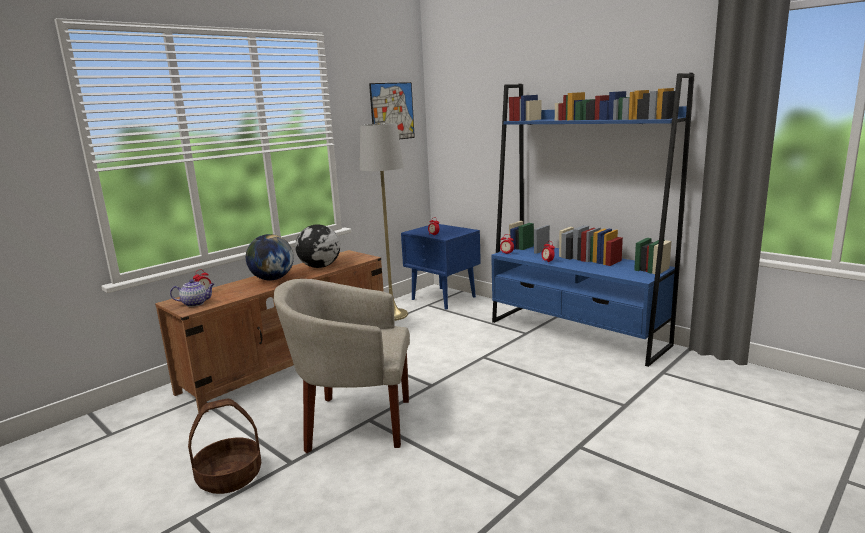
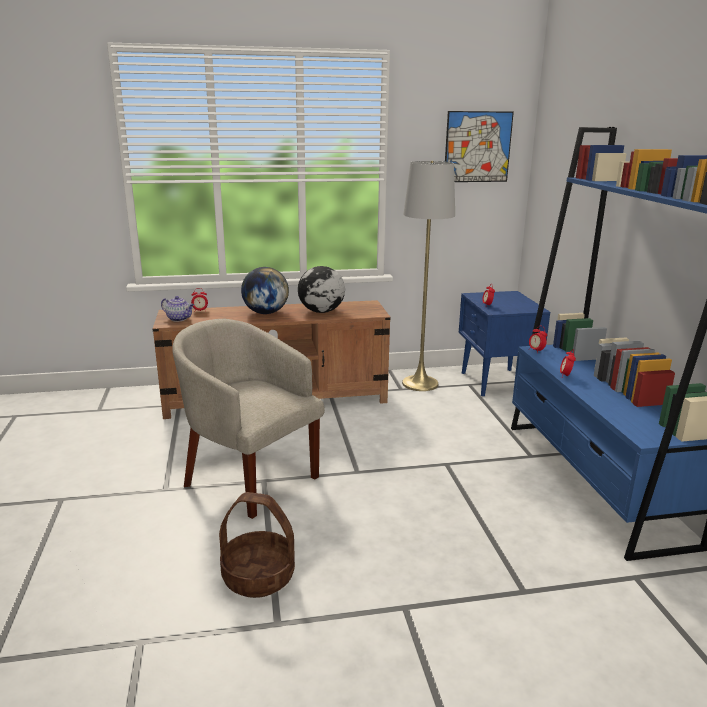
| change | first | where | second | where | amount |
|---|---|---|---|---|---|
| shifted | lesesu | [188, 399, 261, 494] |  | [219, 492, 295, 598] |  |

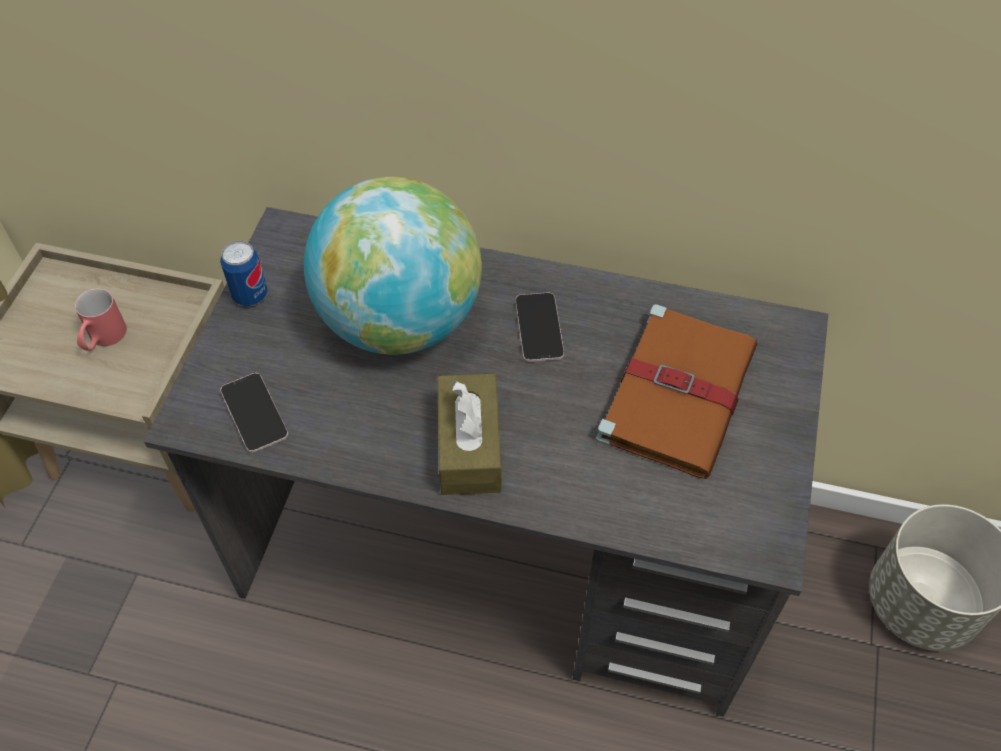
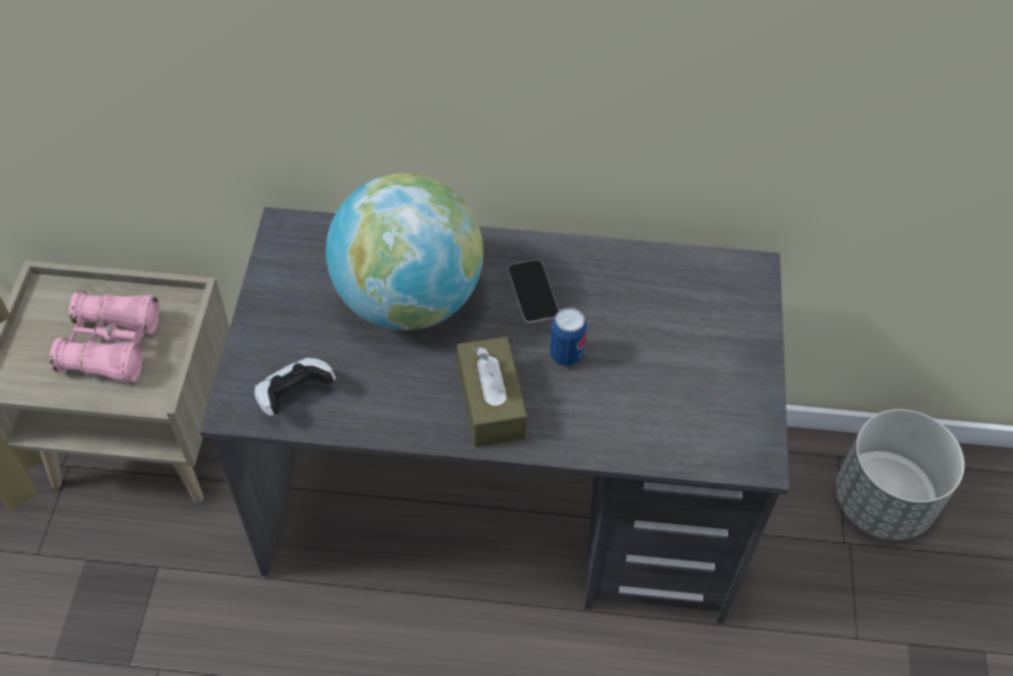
| change | first | where | second | where | amount |
|---|---|---|---|---|---|
| shifted | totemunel | [220, 241, 267, 306] |  | [550, 307, 587, 366] |  |
| swapped | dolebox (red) | [75, 288, 127, 351] | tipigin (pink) | [50, 290, 159, 383] |  |
| gone | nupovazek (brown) | [596, 304, 757, 479] |  |  |  |
| swapped | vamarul | [220, 373, 288, 453] | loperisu | [254, 358, 336, 416] |  |

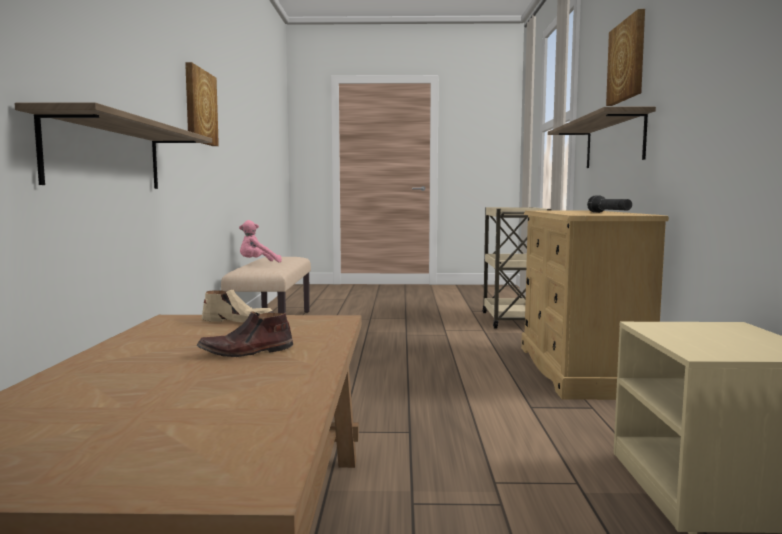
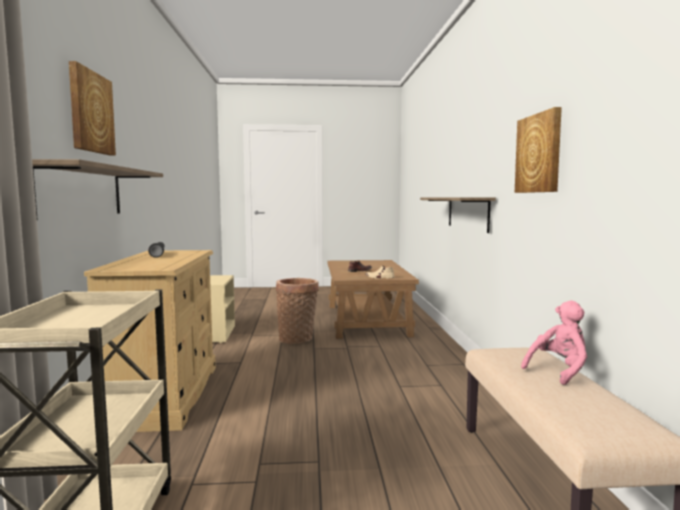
| change | first | where | second | where | amount |
|---|---|---|---|---|---|
| new |  |  | lesesu | [276, 278, 319, 344] |  |

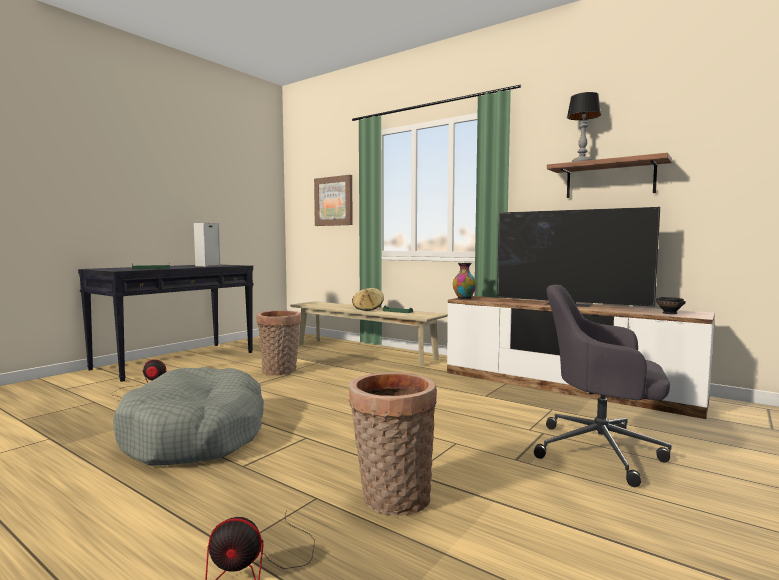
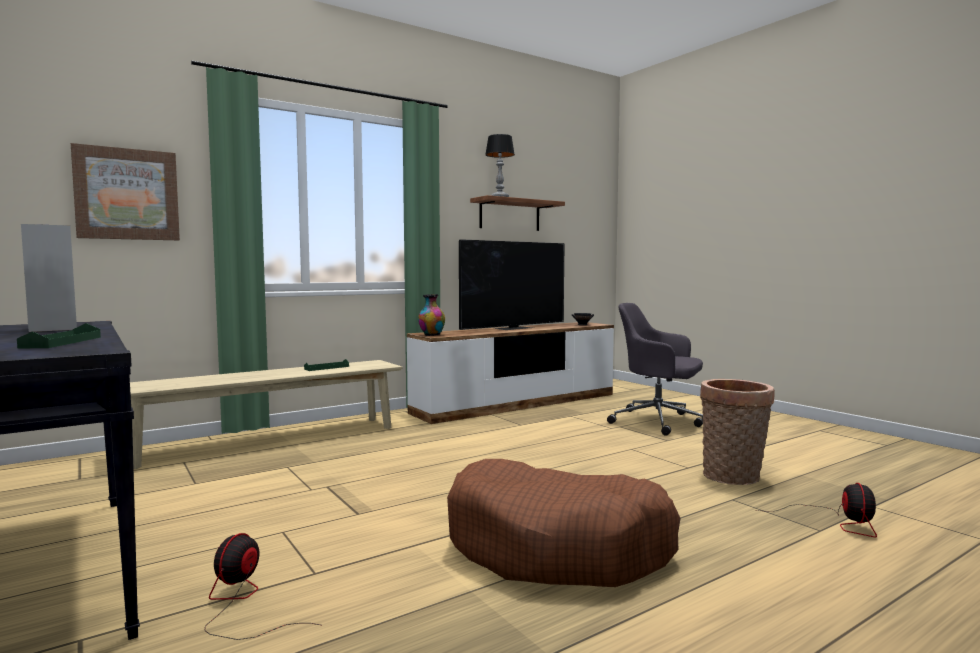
| change | first | where | second | where | amount |
|---|---|---|---|---|---|
| rotated | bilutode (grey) | [534, 285, 671, 487] |  | [607, 303, 703, 436] | 75 degrees clockwise |
| gone | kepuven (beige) | [352, 288, 384, 311] |  |  |  |
| gone | lesesu | [257, 311, 301, 376] |  |  |  |
| repainted | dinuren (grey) | [113, 367, 264, 466] | dinuren (brown) | [447, 459, 681, 587] |  |

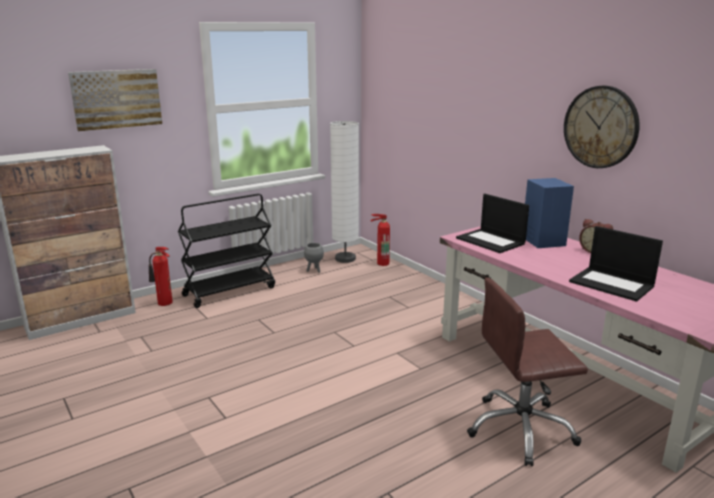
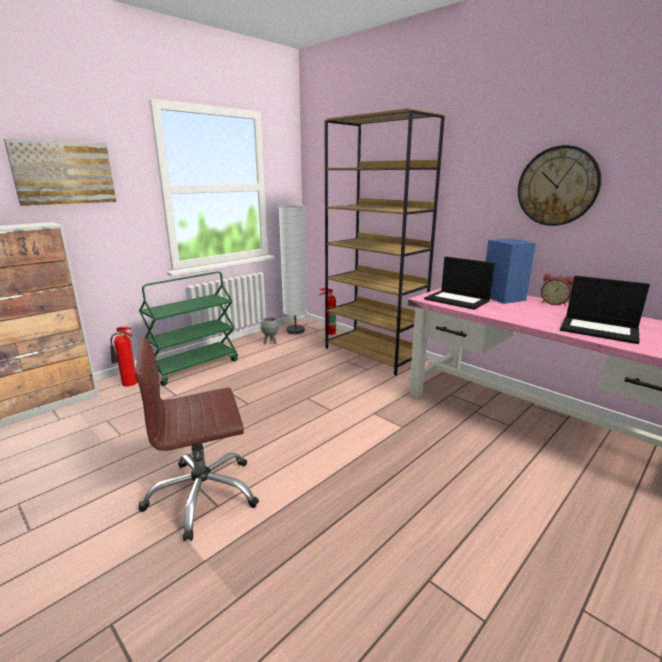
| change | first | where | second | where | amount |
|---|---|---|---|---|---|
| repainted | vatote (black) | [178, 194, 275, 308] | vatote (green) | [139, 271, 238, 386] |  |
| shifted | bilutode (brown) | [467, 277, 588, 466] |  | [135, 337, 259, 541] |  |
| new |  |  | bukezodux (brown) | [324, 108, 445, 375] |  |

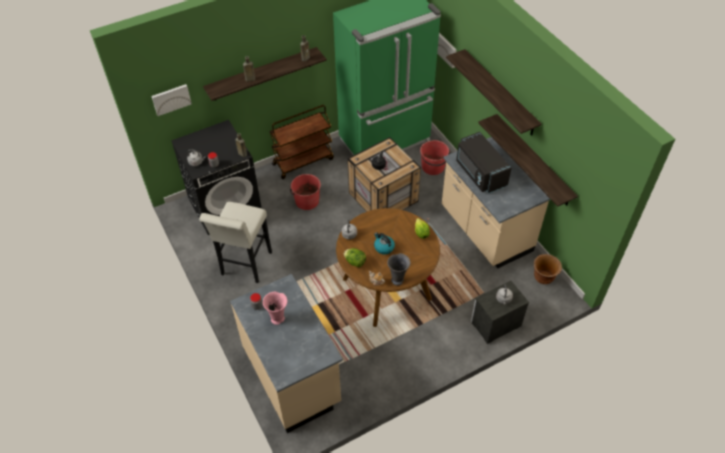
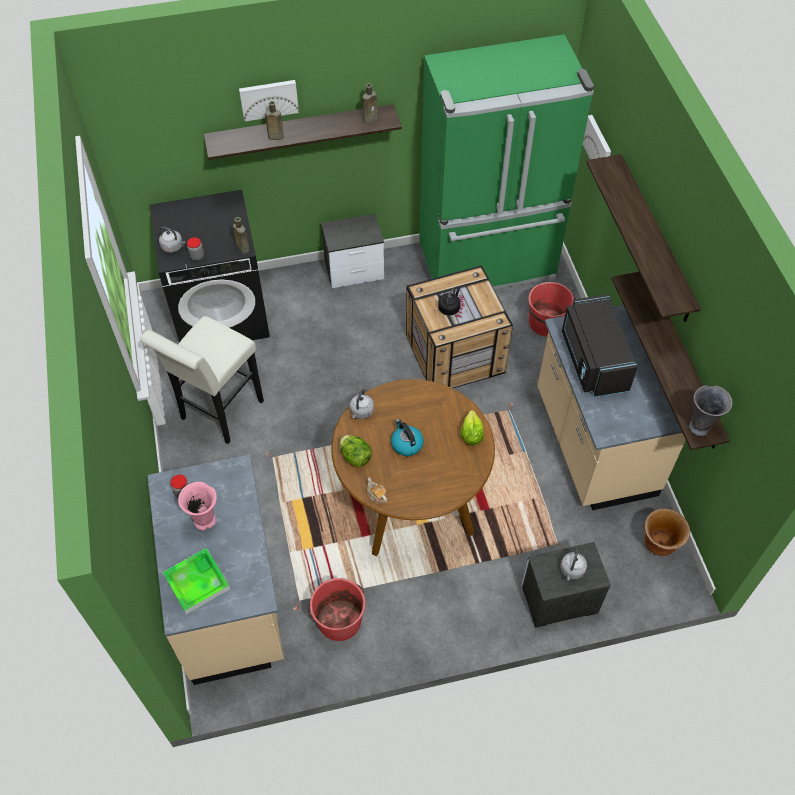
| change | first | where | second | where | amount |
|---|---|---|---|---|---|
| shifted | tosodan | [151, 84, 192, 116] |  | [239, 80, 299, 122] |  |
| swapped | vatote (brown) | [269, 105, 334, 179] | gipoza | [321, 214, 384, 288] |  |
| shifted | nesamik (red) | [290, 174, 321, 210] |  | [308, 578, 365, 641] |  |
| shifted | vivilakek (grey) | [387, 253, 411, 286] |  | [689, 385, 732, 436] |  |
| new |  |  | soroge | [163, 548, 230, 615] |  |

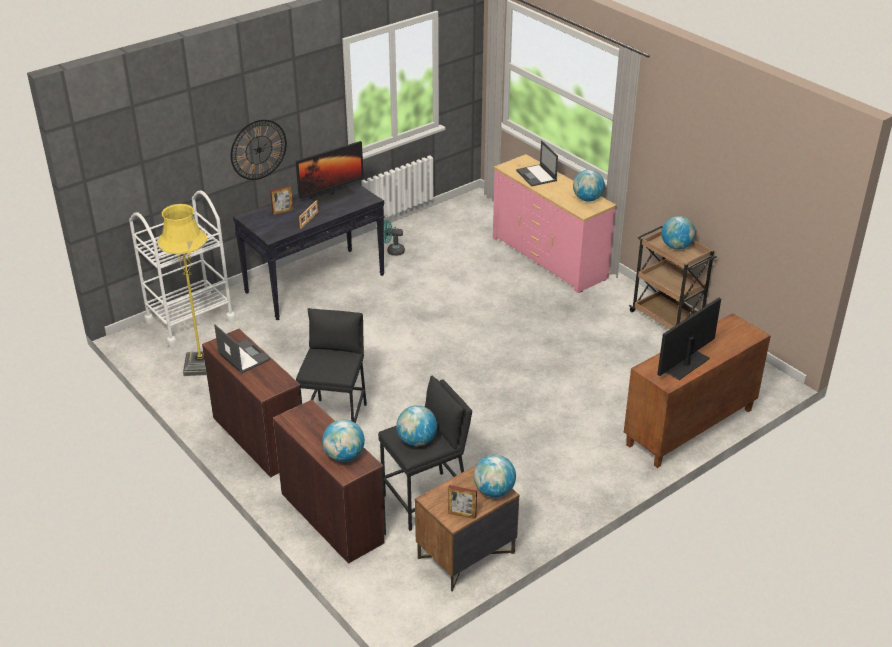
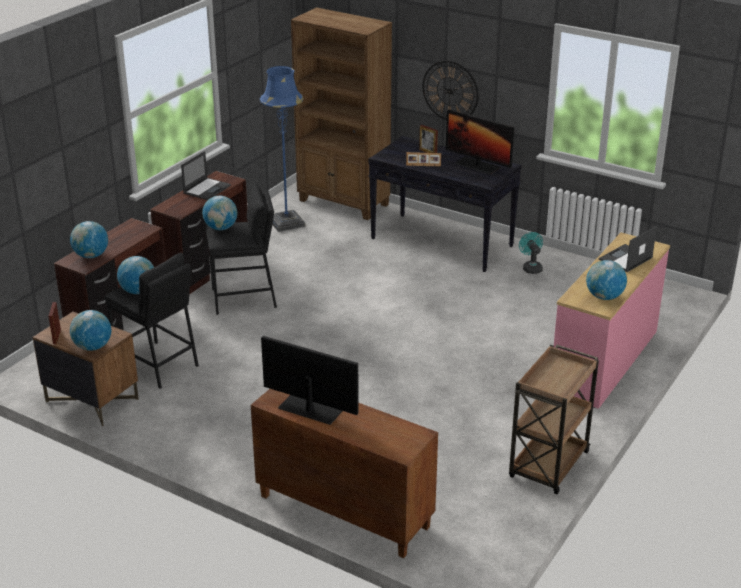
| change | first | where | second | where | amount |
|---|---|---|---|---|---|
| swapped | vatote (white) | [129, 191, 236, 347] | bukezodux (brown) | [291, 7, 392, 220] |  |
| repainted | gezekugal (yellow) | [157, 203, 207, 376] | gezekugal (blue) | [260, 66, 305, 232] |  |
| shifted | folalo | [661, 216, 695, 250] |  | [202, 196, 237, 230] |  |

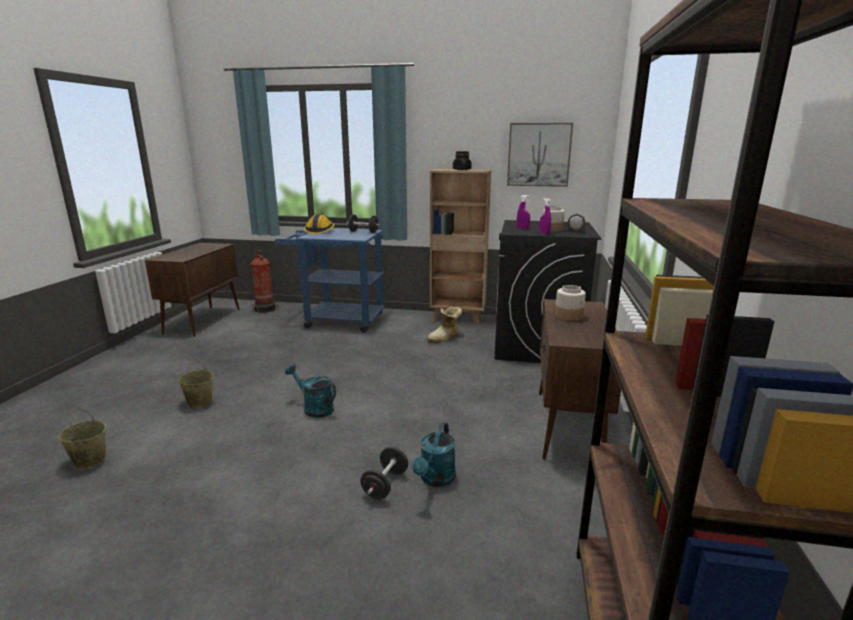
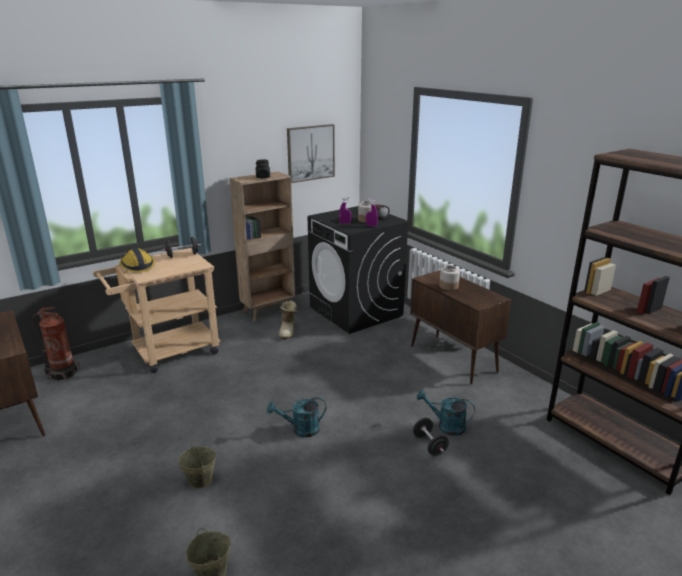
| change | first | where | second | where | amount |
|---|---|---|---|---|---|
| repainted | vatote (blue) | [275, 228, 385, 332] | vatote (beige) | [93, 248, 221, 373] |  |
| rotated | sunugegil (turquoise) | [412, 422, 456, 487] |  | [417, 390, 475, 436] | 135 degrees clockwise |

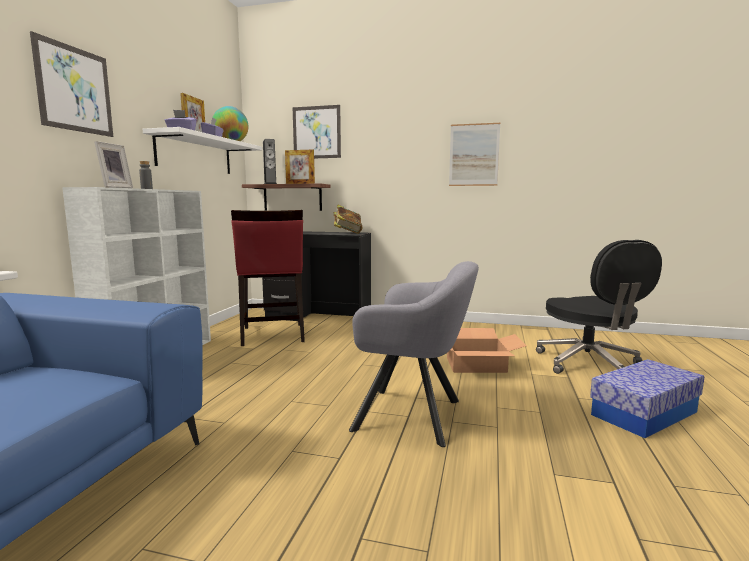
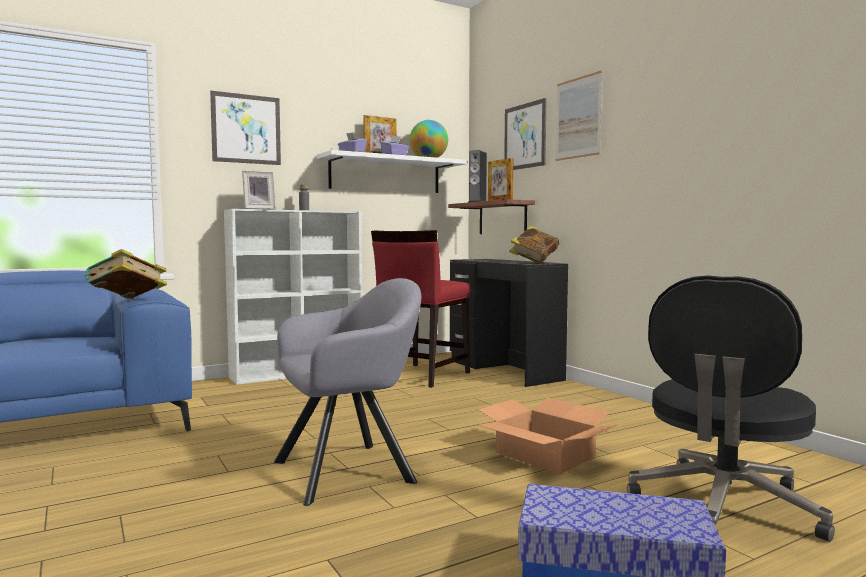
| change | first | where | second | where | amount |
|---|---|---|---|---|---|
| shifted | tosodan | [449, 123, 500, 186] |  | [556, 70, 603, 161] |  |
| rotated | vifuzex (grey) | [349, 261, 479, 447] |  | [274, 278, 421, 506] | 90 degrees counterclockwise |
| new |  |  | nupovazek | [85, 249, 167, 299] |  |

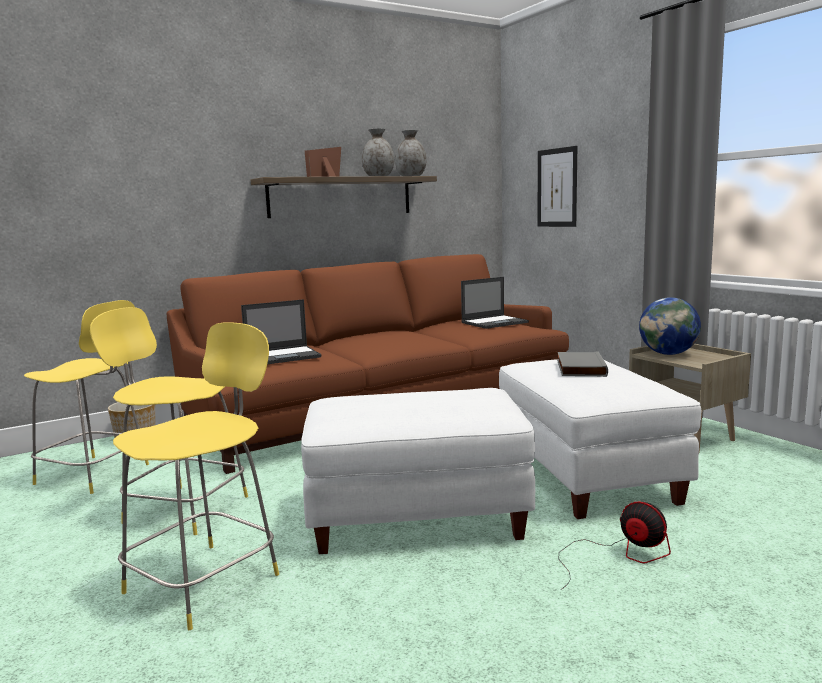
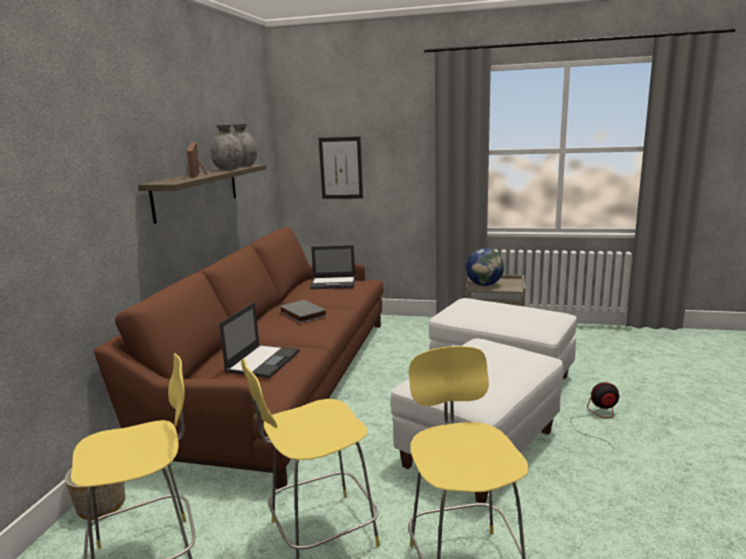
| change | first | where | second | where | amount |
|---|---|---|---|---|---|
| rotated | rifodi | [461, 277, 529, 329] |  | [310, 245, 355, 289] | 75 degrees clockwise |
| shifted | nupovazek (grey) | [557, 352, 608, 377] |  | [280, 299, 326, 323] |  |

